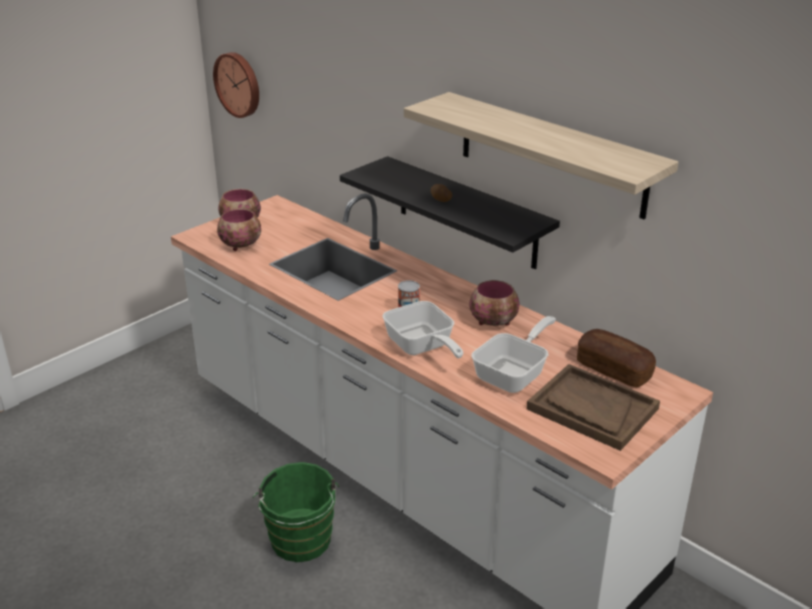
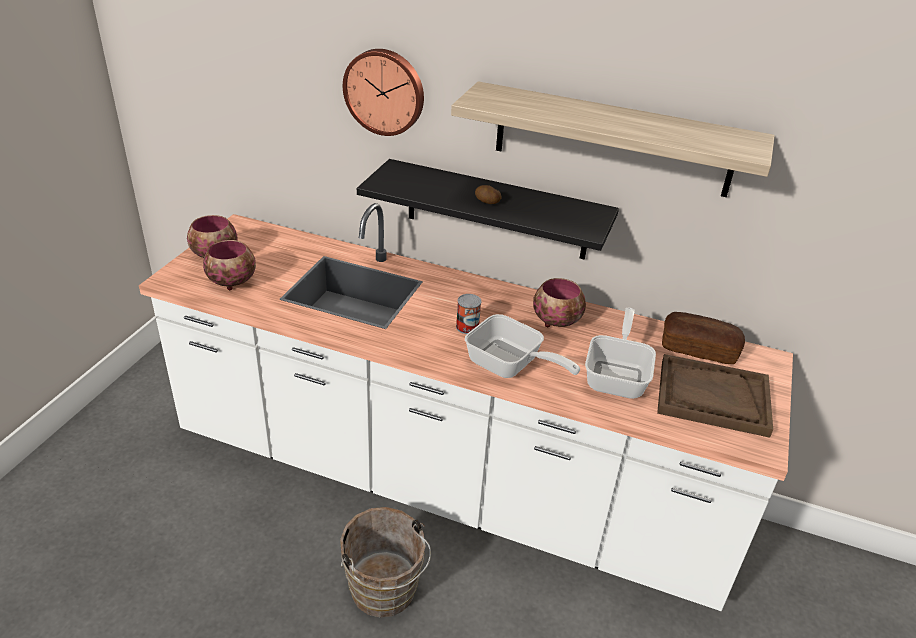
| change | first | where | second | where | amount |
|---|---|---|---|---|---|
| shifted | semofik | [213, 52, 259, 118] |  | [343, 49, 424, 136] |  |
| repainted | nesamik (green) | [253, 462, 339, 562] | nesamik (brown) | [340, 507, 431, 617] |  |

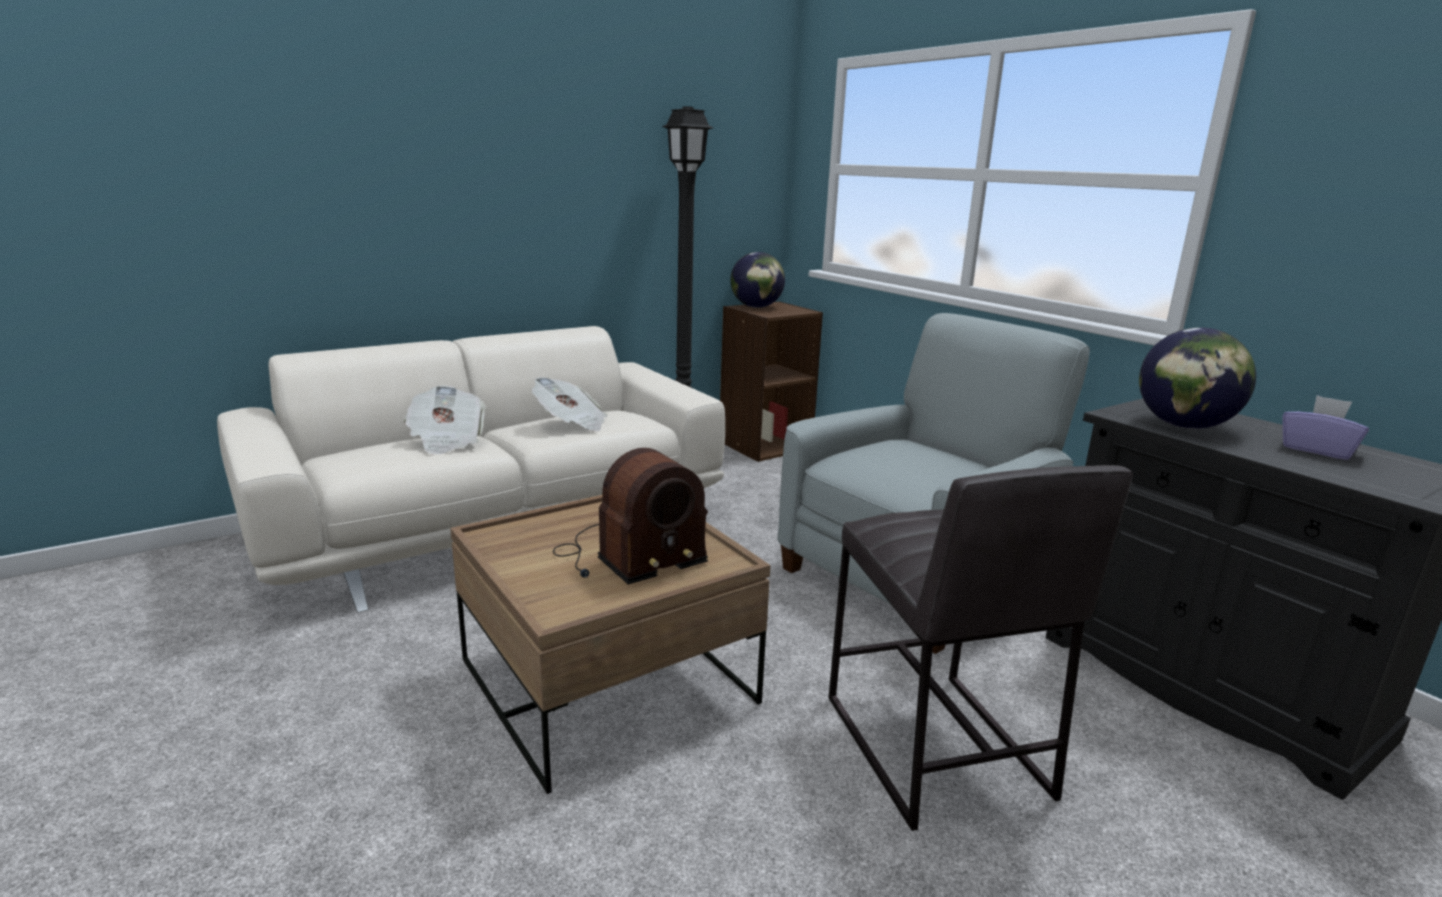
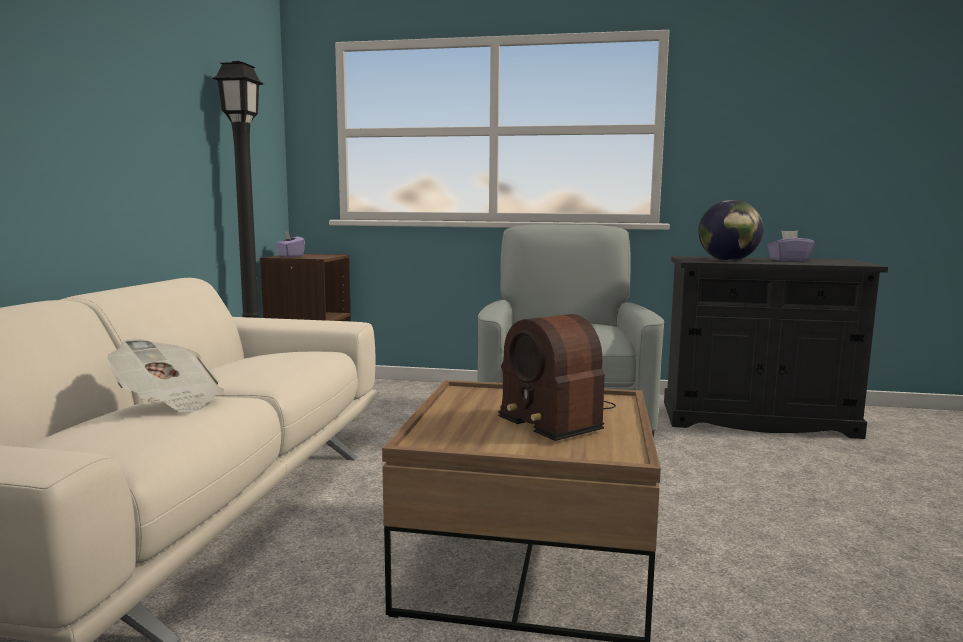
| change | first | where | second | where | amount |
|---|---|---|---|---|---|
| swapped | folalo | [730, 252, 785, 308] | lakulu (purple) | [275, 231, 305, 257] |  |
| gone | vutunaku | [532, 377, 607, 432] |  |  |  |
| rotated | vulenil | [553, 448, 708, 584] |  | [498, 314, 616, 441] | 135 degrees clockwise |
| gone | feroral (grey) | [829, 465, 1133, 831] |  |  |  |

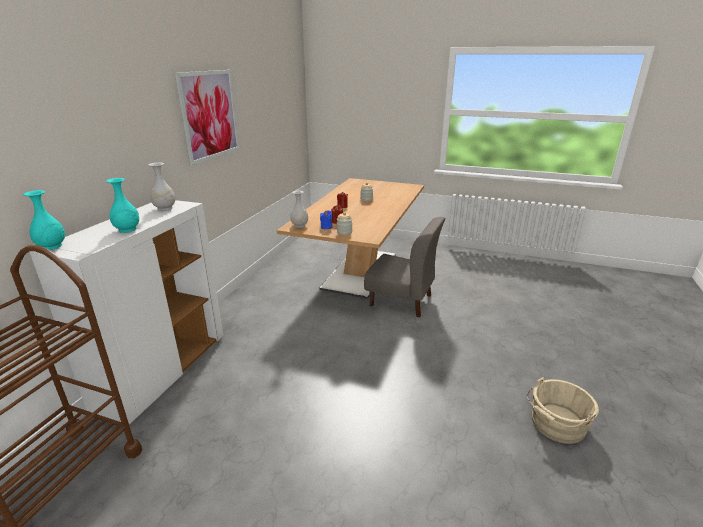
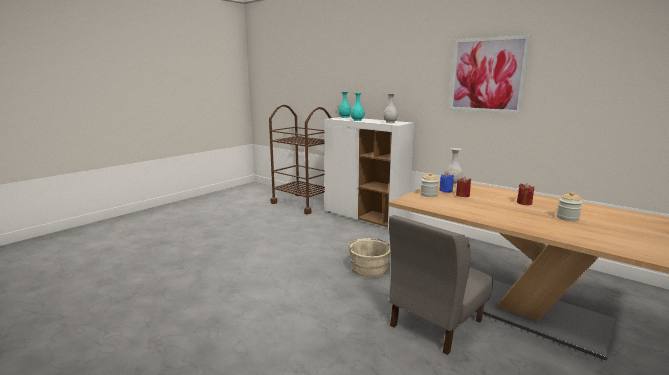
| change | first | where | second | where | amount |
|---|---|---|---|---|---|
| shifted | nesamik (beige) | [527, 377, 599, 444] |  | [348, 238, 391, 278] |  |

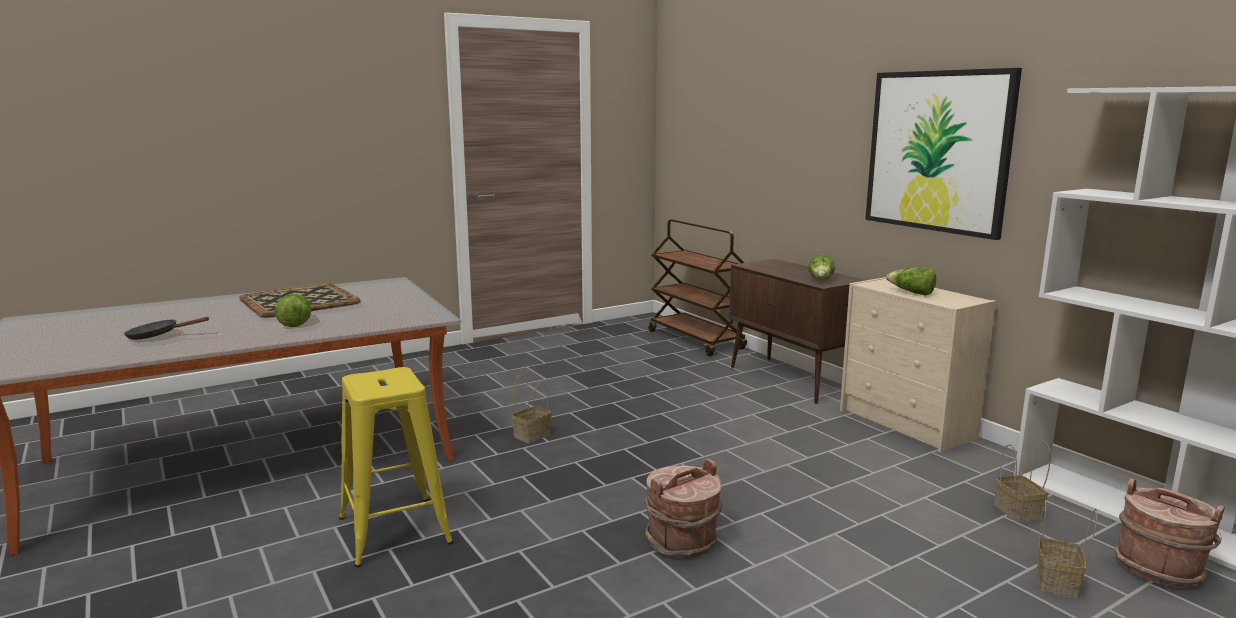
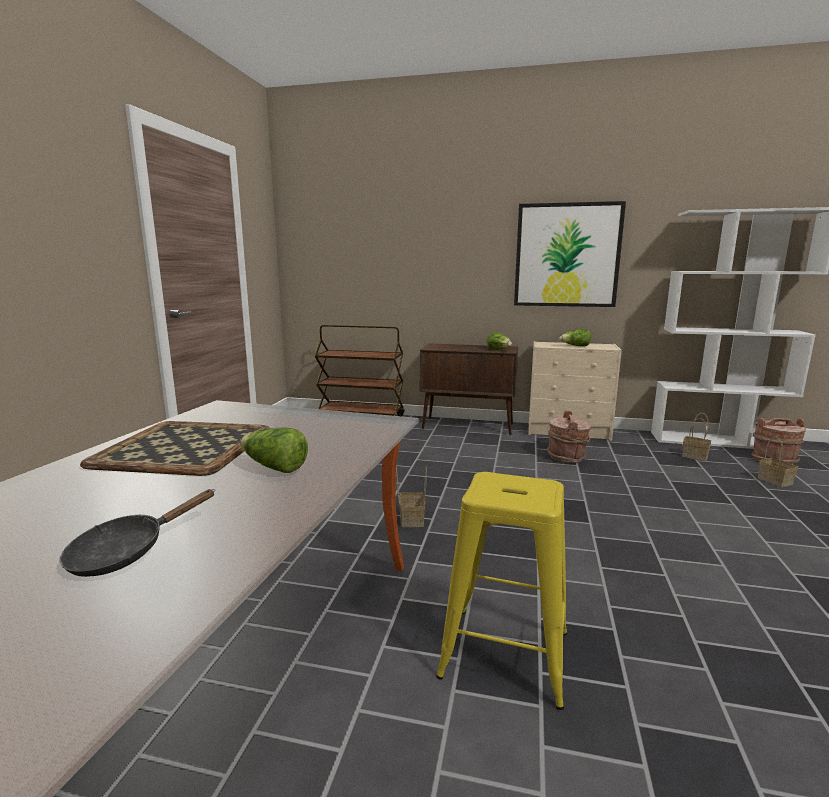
| change | first | where | second | where | amount |
|---|---|---|---|---|---|
| shifted | nesamik (brown) | [645, 459, 722, 558] |  | [547, 411, 591, 463] |  |

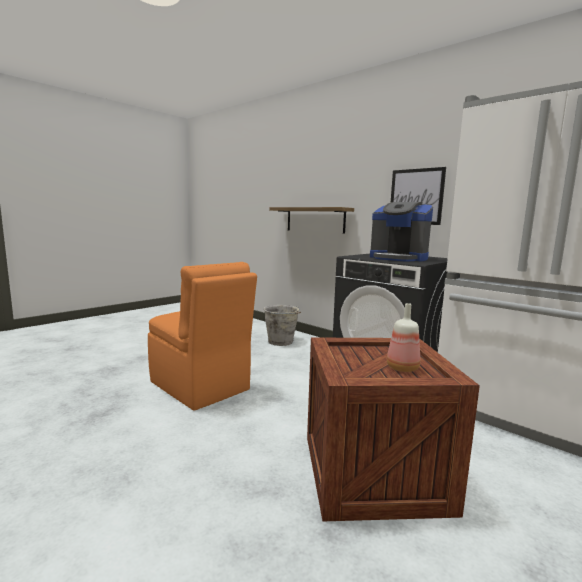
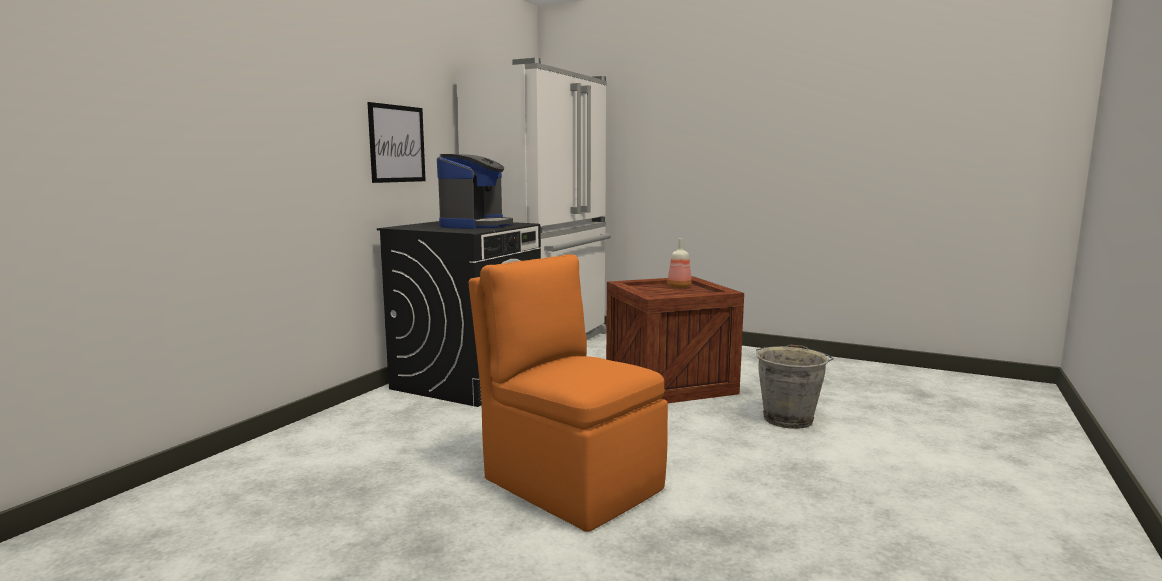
| change | first | where | second | where | amount |
|---|---|---|---|---|---|
| gone | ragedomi | [269, 207, 354, 233] |  |  |  |
| rotated | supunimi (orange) | [148, 262, 257, 411] |  | [469, 254, 668, 532] | 75 degrees counterclockwise |
| shifted | nesamik (grey) | [263, 305, 301, 346] |  | [756, 344, 834, 429] |  |

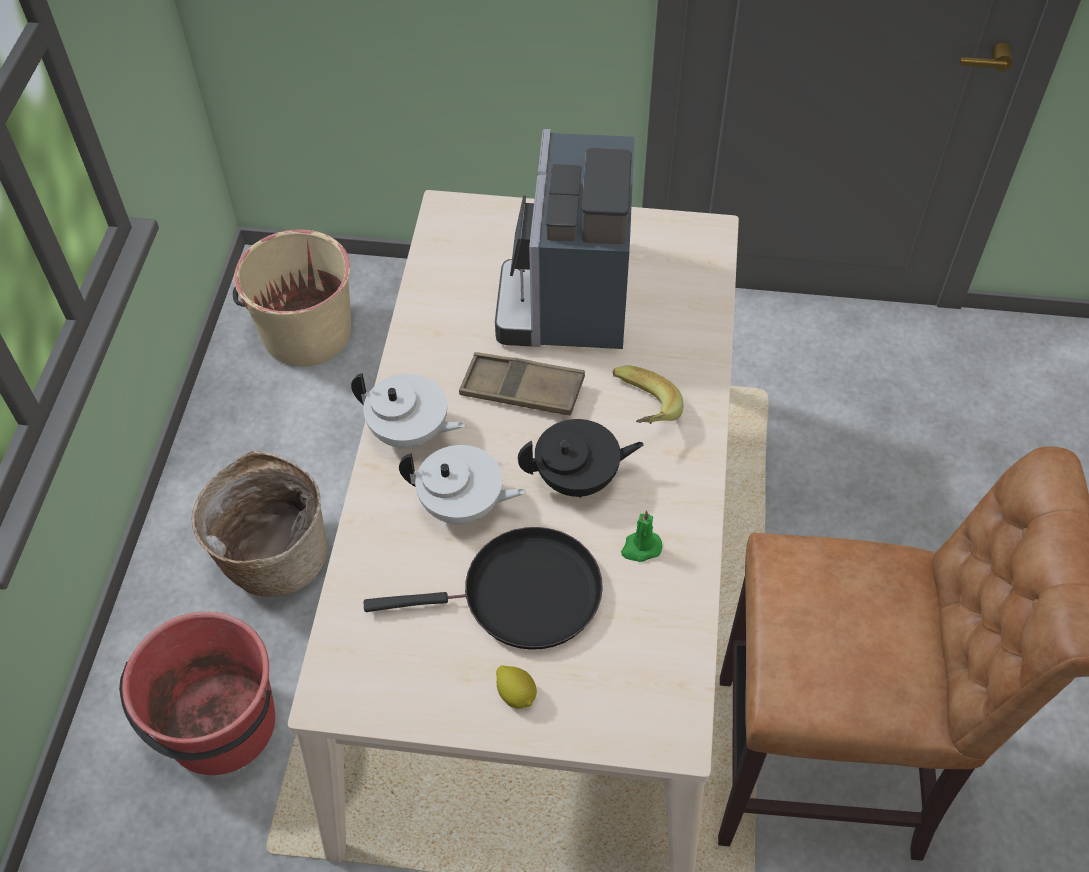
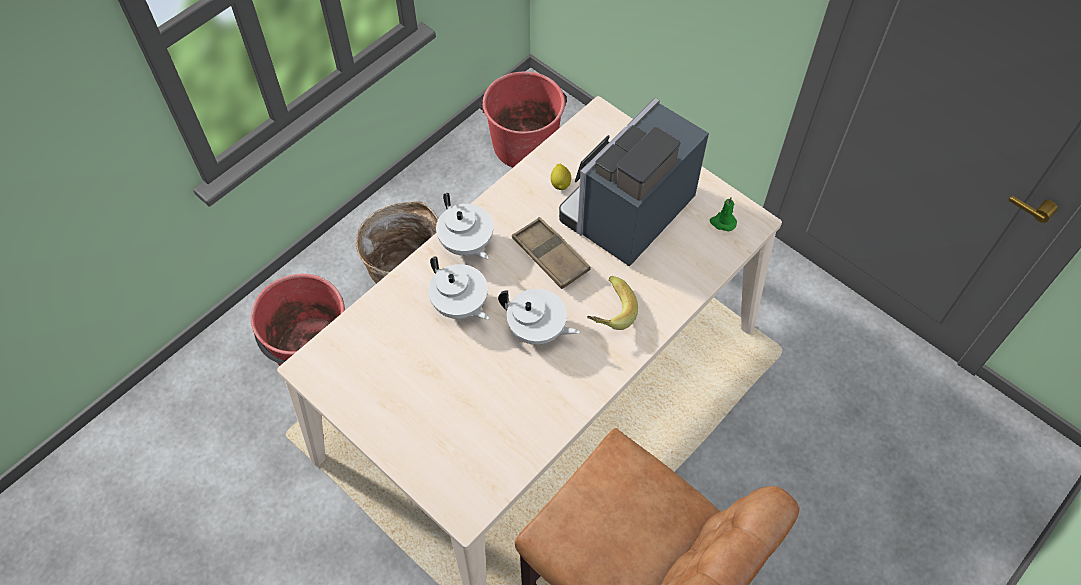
| change | first | where | second | where | amount |
|---|---|---|---|---|---|
| repainted | nesamik (beige) | [233, 229, 351, 366] | nesamik (red) | [479, 71, 567, 168] |  |
| repainted | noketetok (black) | [518, 419, 644, 497] | noketetok (white) | [498, 289, 580, 345] |  |
| shifted | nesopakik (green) | [621, 510, 662, 562] |  | [710, 197, 737, 231] |  |
| gone | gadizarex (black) | [364, 527, 603, 650] |  |  |  |
| shifted | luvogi | [496, 665, 537, 709] |  | [551, 164, 571, 190] |  |

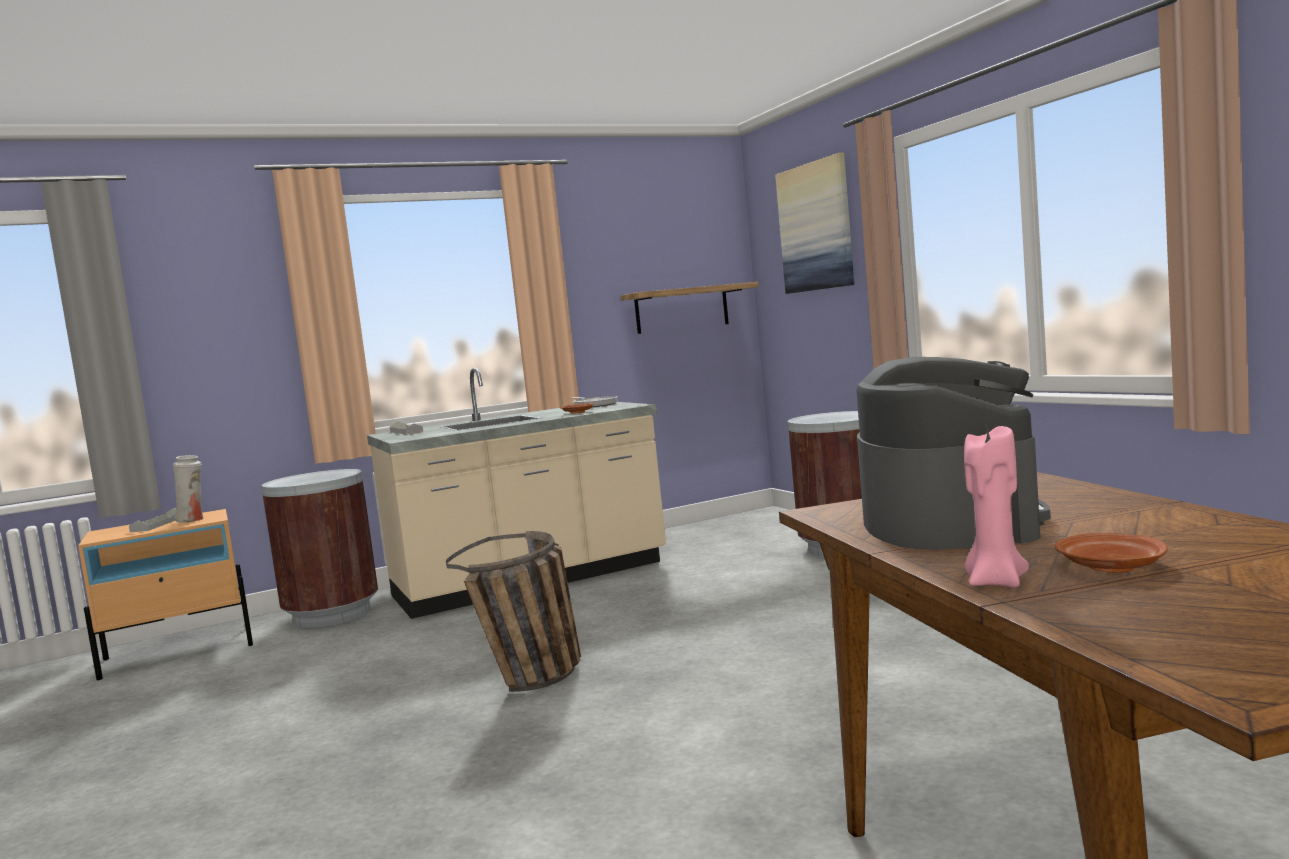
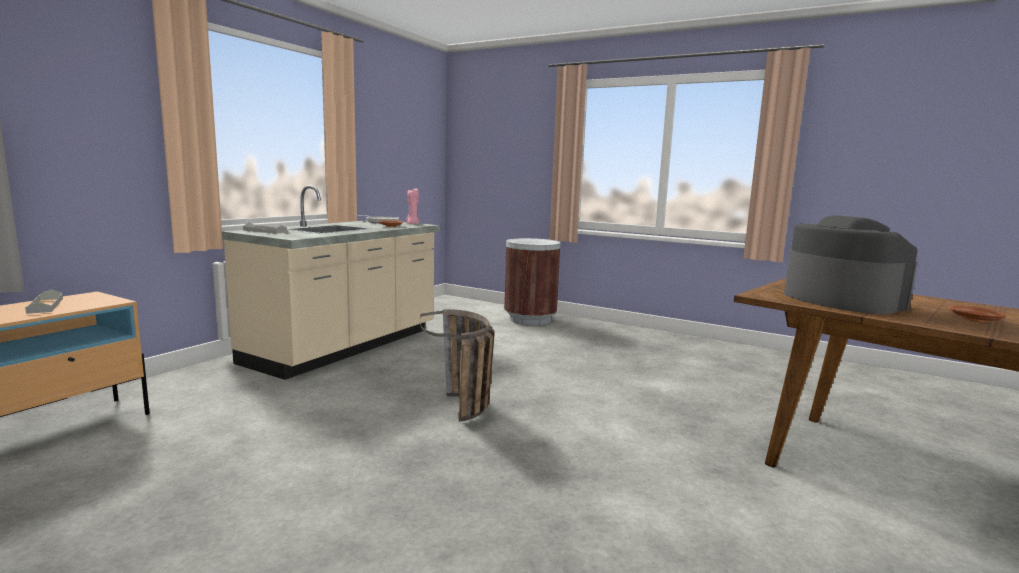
| change | first | where | second | where | amount |
|---|---|---|---|---|---|
| gone | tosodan | [775, 153, 854, 294] |  |  |  |
| gone | ragedomi | [621, 282, 759, 334] |  |  |  |
| shifted | nesopakik (pink) | [964, 425, 1029, 588] |  | [406, 189, 420, 225] |  |
| gone | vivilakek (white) | [173, 455, 203, 523] |  |  |  |
| gone | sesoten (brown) | [261, 469, 378, 628] |  |  |  |

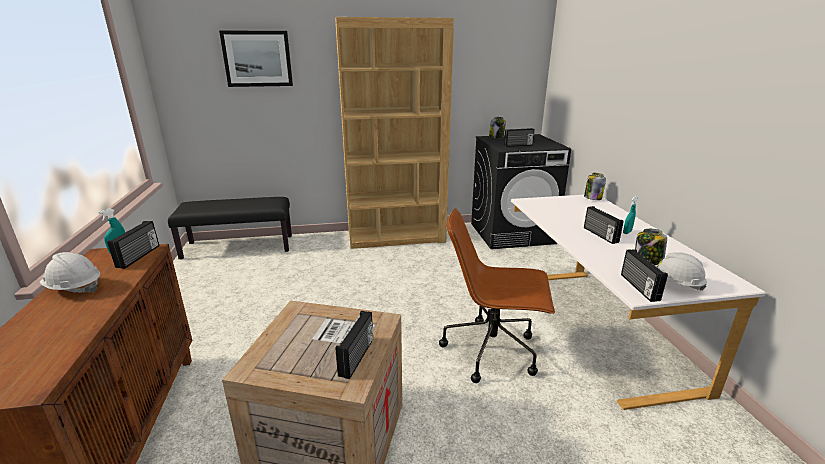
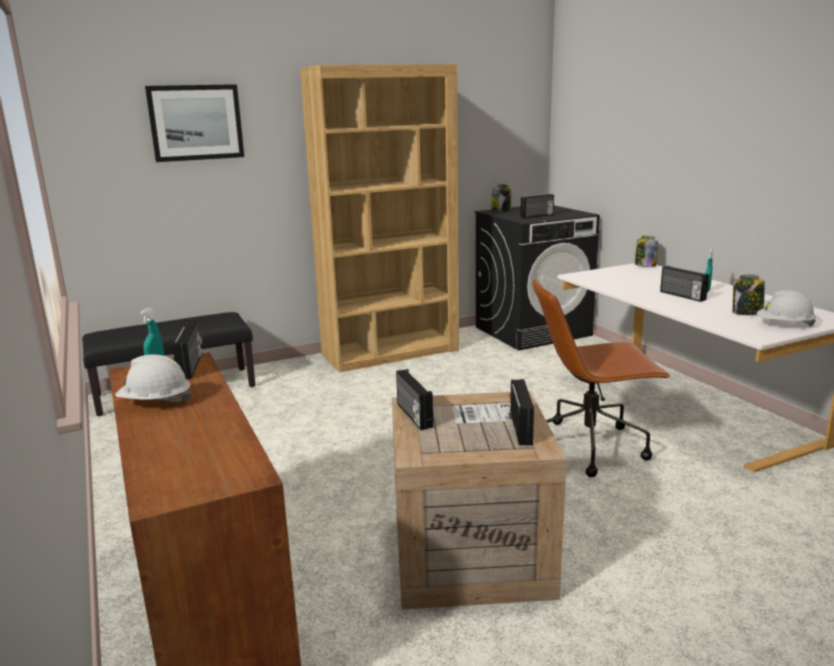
| change | first | where | second | where | amount |
|---|---|---|---|---|---|
| shifted | vulenil | [621, 249, 668, 302] |  | [396, 369, 433, 430] |  |

